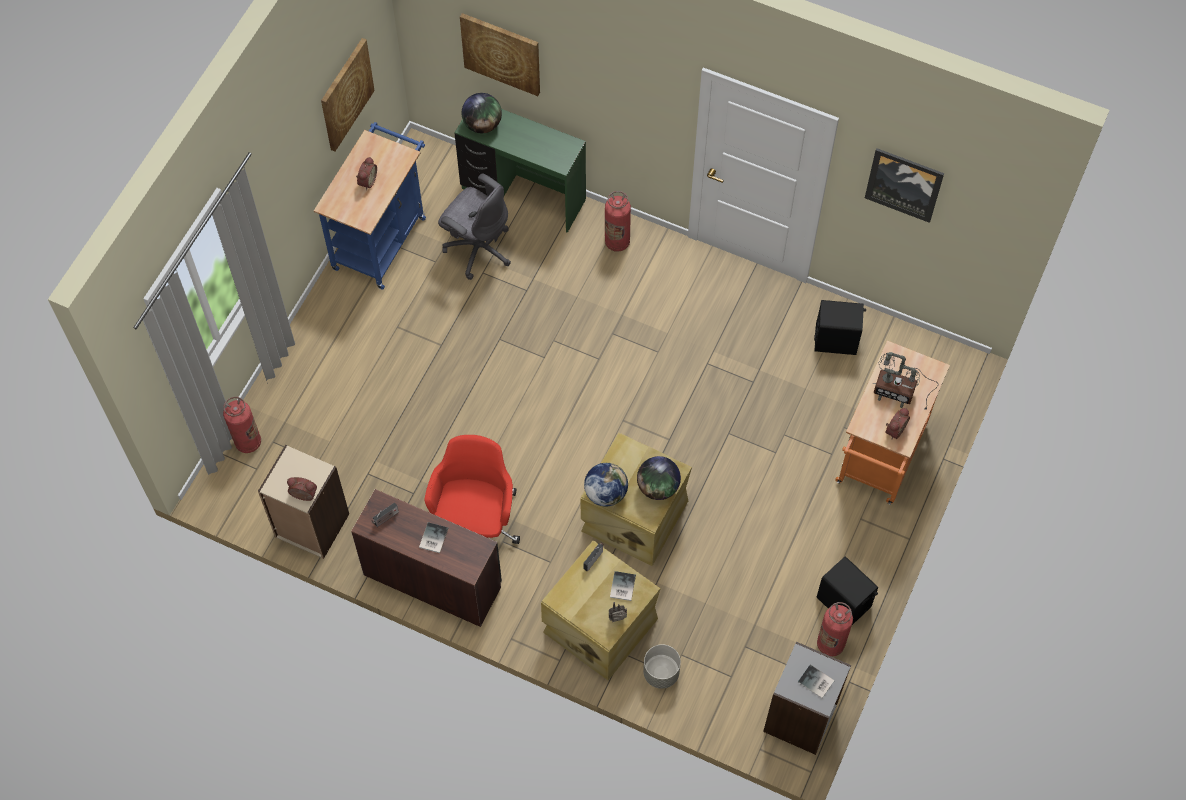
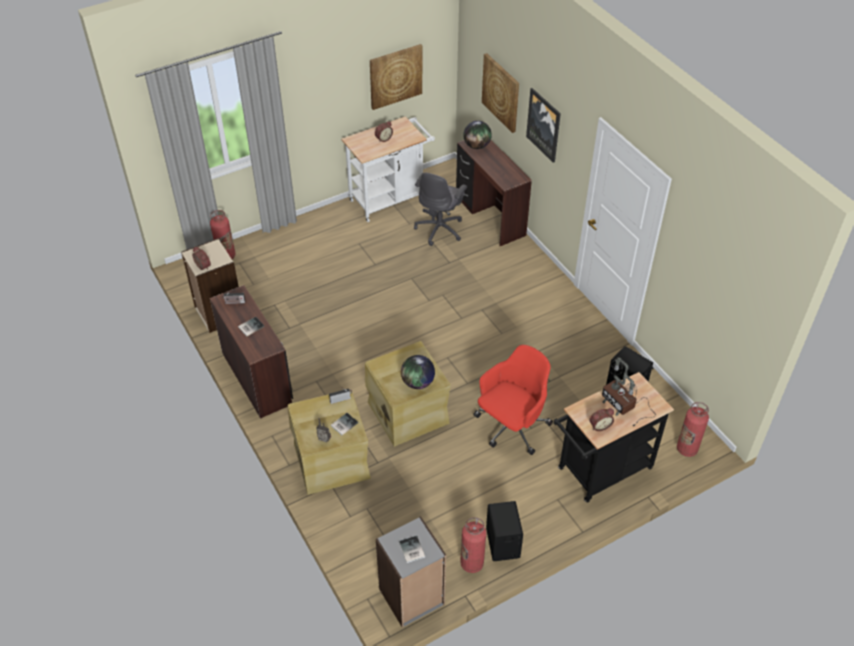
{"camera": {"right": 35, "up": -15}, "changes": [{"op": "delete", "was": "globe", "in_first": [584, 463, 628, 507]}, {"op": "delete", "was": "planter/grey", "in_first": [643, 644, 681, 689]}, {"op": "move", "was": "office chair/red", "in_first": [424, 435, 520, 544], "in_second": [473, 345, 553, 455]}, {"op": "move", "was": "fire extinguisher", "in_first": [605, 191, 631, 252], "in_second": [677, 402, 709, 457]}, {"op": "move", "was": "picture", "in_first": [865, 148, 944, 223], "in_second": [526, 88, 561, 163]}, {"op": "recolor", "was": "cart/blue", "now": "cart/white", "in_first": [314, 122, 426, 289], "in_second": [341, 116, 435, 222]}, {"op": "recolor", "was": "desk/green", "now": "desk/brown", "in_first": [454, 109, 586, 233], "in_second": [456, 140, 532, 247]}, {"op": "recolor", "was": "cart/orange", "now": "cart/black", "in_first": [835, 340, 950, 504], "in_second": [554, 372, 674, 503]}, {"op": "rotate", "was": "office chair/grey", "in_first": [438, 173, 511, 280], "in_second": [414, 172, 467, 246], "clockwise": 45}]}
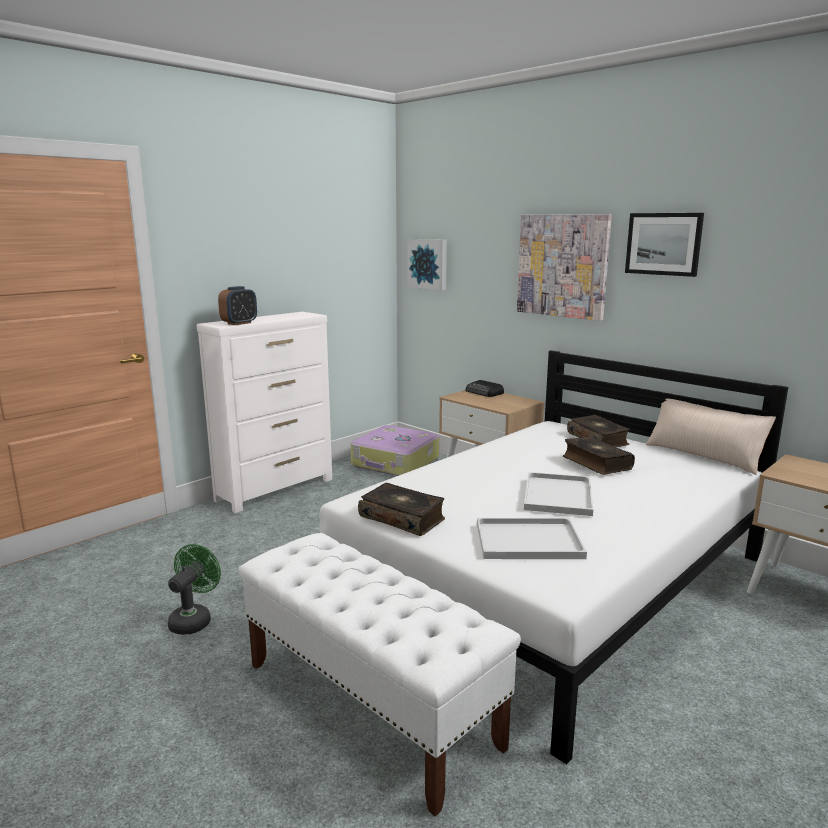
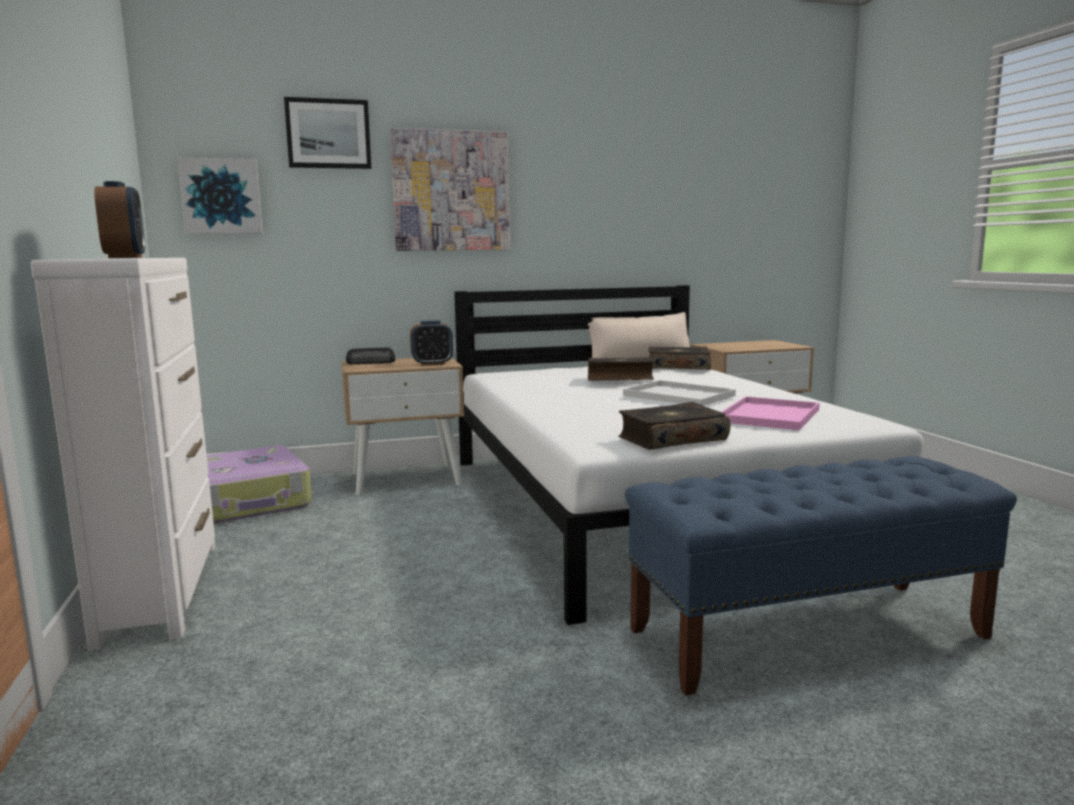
{"camera": {"right": -60, "up": -5}, "changes": [{"op": "delete", "was": "fan/green", "in_first": [168, 544, 221, 635]}, {"op": "insert", "now": "alarm clock", "in_second": [410, 320, 453, 366]}, {"op": "move", "was": "book", "in_first": [567, 415, 630, 447], "in_second": [649, 347, 711, 370]}, {"op": "move", "was": "picture", "in_first": [625, 213, 704, 277], "in_second": [284, 97, 371, 169]}, {"op": "recolor", "was": "bench/white", "now": "bench/blue", "in_first": [239, 533, 521, 817], "in_second": [625, 456, 1017, 696]}, {"op": "recolor", "was": "tray/white", "now": "tray/pink", "in_first": [477, 518, 587, 559], "in_second": [722, 396, 820, 430]}]}
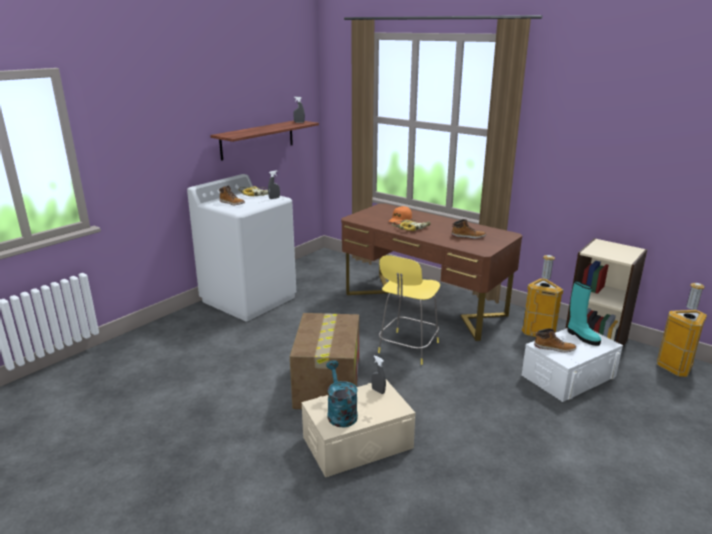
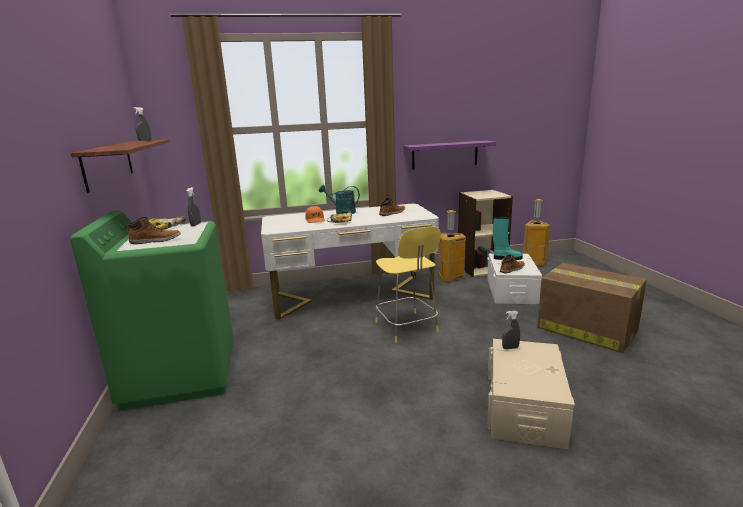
{"camera": {"right": -50, "up": -5}, "changes": [{"op": "insert", "now": "shelf/purple", "in_second": [403, 141, 496, 170]}, {"op": "move", "was": "cardboard box", "in_first": [290, 313, 359, 409], "in_second": [537, 263, 647, 353]}, {"op": "move", "was": "watering can/turquoise", "in_first": [326, 360, 358, 428], "in_second": [319, 185, 360, 214]}, {"op": "recolor", "was": "washing machine/white", "now": "washing machine/green", "in_first": [187, 174, 296, 321], "in_second": [70, 210, 234, 411]}, {"op": "recolor", "was": "desk/brown", "now": "desk/white", "in_first": [341, 203, 522, 341], "in_second": [261, 204, 439, 320]}]}
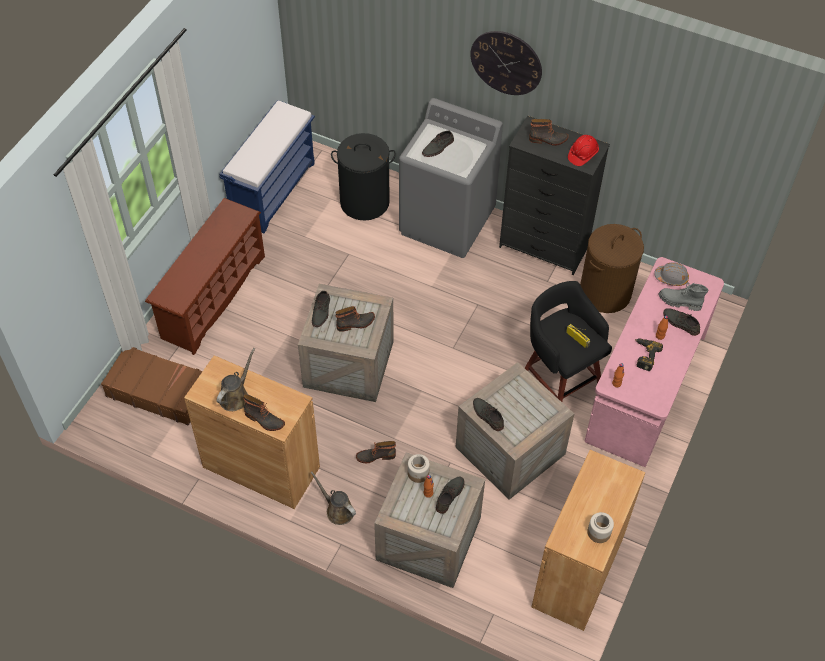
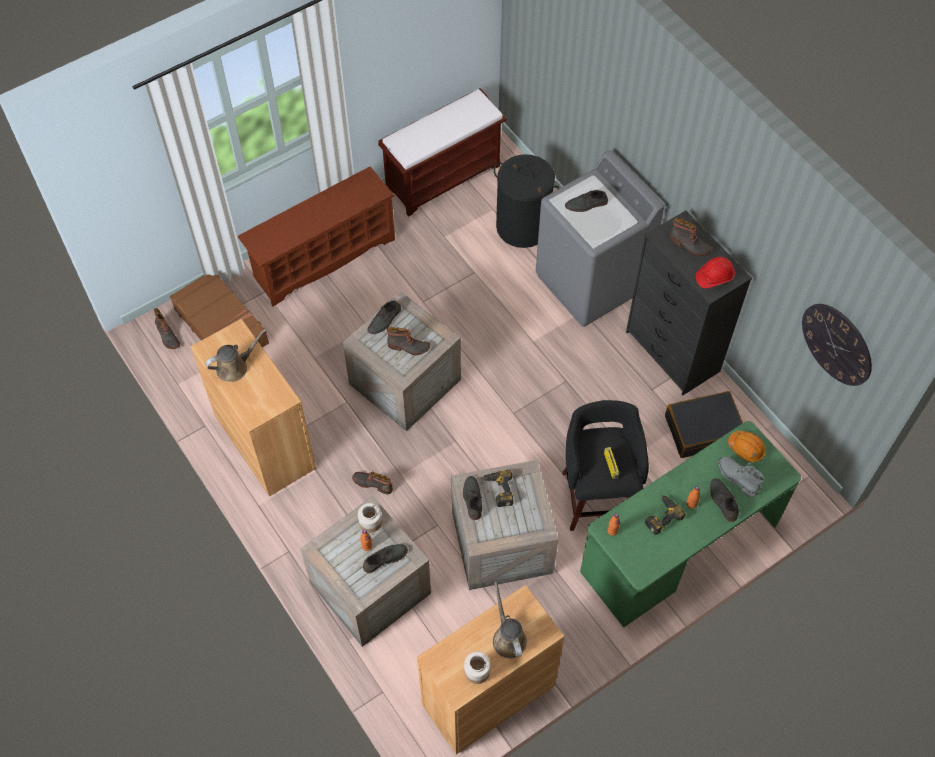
{"camera": {"right": 30, "up": 5}, "changes": [{"op": "insert", "now": "power drill", "in_second": [481, 470, 514, 507]}, {"op": "move", "was": "boot", "in_first": [243, 394, 285, 431], "in_second": [154, 308, 180, 349]}, {"op": "move", "was": "watering can/brown", "in_first": [310, 471, 356, 525], "in_second": [493, 581, 527, 658]}, {"op": "move", "was": "wall clock", "in_first": [470, 31, 542, 95], "in_second": [802, 304, 872, 386]}, {"op": "replace", "was": "laundry basket/brown", "now": "suitcase/black", "in_first": [580, 224, 644, 313], "in_second": [665, 391, 743, 458]}, {"op": "recolor", "was": "bench/blue", "now": "bench/brown", "in_first": [219, 100, 315, 233], "in_second": [378, 88, 506, 216]}, {"op": "recolor", "was": "desk/pink", "now": "desk/green", "in_first": [585, 257, 724, 467], "in_second": [580, 421, 801, 627]}, {"op": "recolor", "was": "hard hat/grey", "now": "hard hat/orange", "in_first": [654, 262, 689, 286], "in_second": [728, 431, 766, 463]}]}
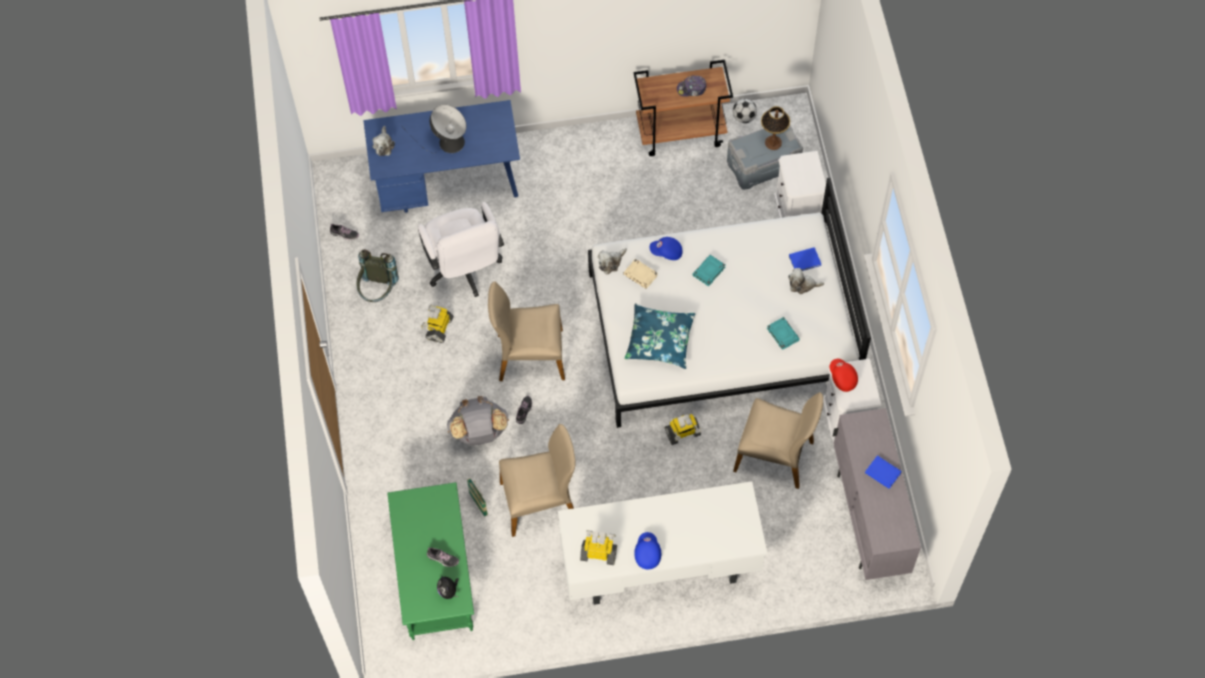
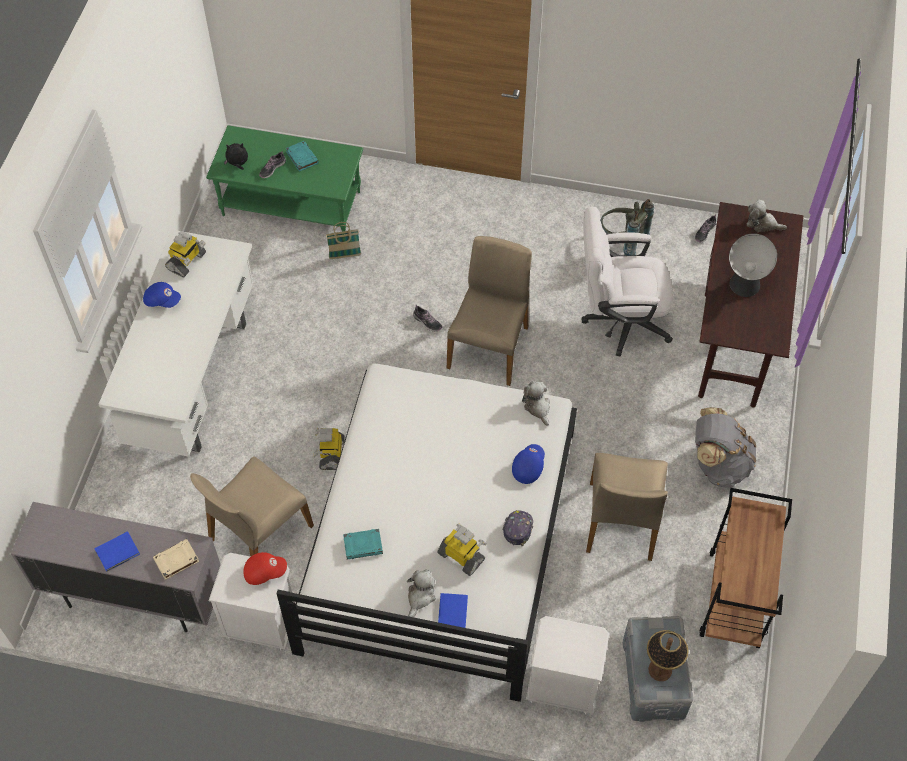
{"camera": {"right": 110, "up": -5}, "changes": [{"op": "delete", "was": "pillow/blue", "in_first": [625, 303, 696, 369]}, {"op": "delete", "was": "football", "in_first": [733, 99, 757, 123]}, {"op": "move", "was": "toy robot", "in_first": [421, 304, 454, 343], "in_second": [437, 523, 487, 576]}, {"op": "move", "was": "backpack/grey", "in_first": [447, 396, 509, 446], "in_second": [695, 407, 756, 488]}, {"op": "move", "was": "chair/beige", "in_first": [499, 424, 576, 537], "in_second": [586, 453, 668, 561]}, {"op": "move", "was": "book/beige", "in_first": [623, 259, 658, 289], "in_second": [153, 539, 199, 580]}, {"op": "move", "was": "cap", "in_first": [677, 76, 707, 96], "in_second": [503, 510, 533, 546]}, {"op": "move", "was": "book/turquoise", "in_first": [693, 255, 726, 287], "in_second": [286, 141, 319, 172]}, {"op": "recolor", "was": "desk/blue", "now": "desk/brown", "in_first": [363, 100, 520, 213], "in_second": [698, 202, 804, 408]}]}
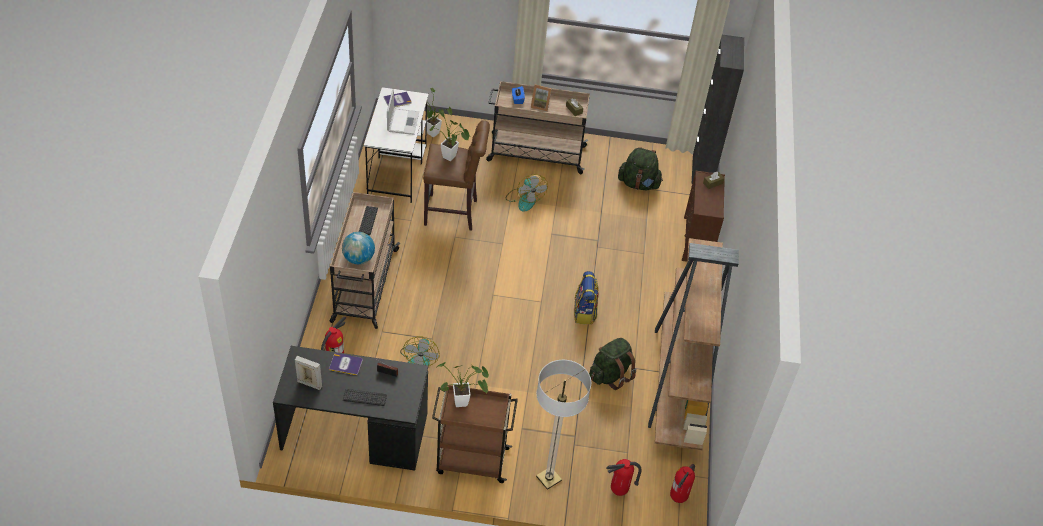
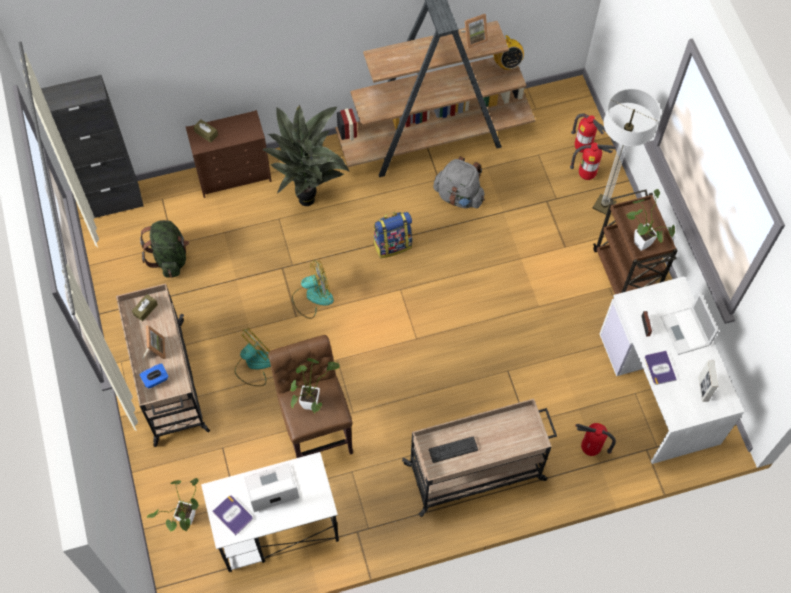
{"camera": {"right": -110, "up": 15}, "changes": [{"op": "delete", "was": "globe", "in_first": [342, 232, 375, 264]}, {"op": "insert", "now": "potted plant", "in_second": [262, 105, 350, 206]}, {"op": "insert", "now": "picture frame", "in_second": [461, 14, 488, 49]}, {"op": "insert", "now": "radio", "in_second": [494, 35, 524, 70]}, {"op": "move", "was": "fan", "in_first": [400, 336, 440, 366], "in_second": [292, 261, 334, 319]}, {"op": "move", "was": "fire extinguisher", "in_first": [670, 464, 695, 503], "in_second": [570, 142, 616, 180]}, {"op": "replace", "was": "keyboard", "now": "laptop", "in_first": [343, 389, 387, 406], "in_second": [661, 292, 719, 355]}, {"op": "recolor", "was": "desk/black", "now": "desk/white", "in_first": [273, 346, 428, 470], "in_second": [600, 276, 744, 464]}, {"op": "recolor", "was": "backpack/green", "now": "backpack/grey", "in_first": [589, 338, 636, 390], "in_second": [433, 156, 485, 208]}]}
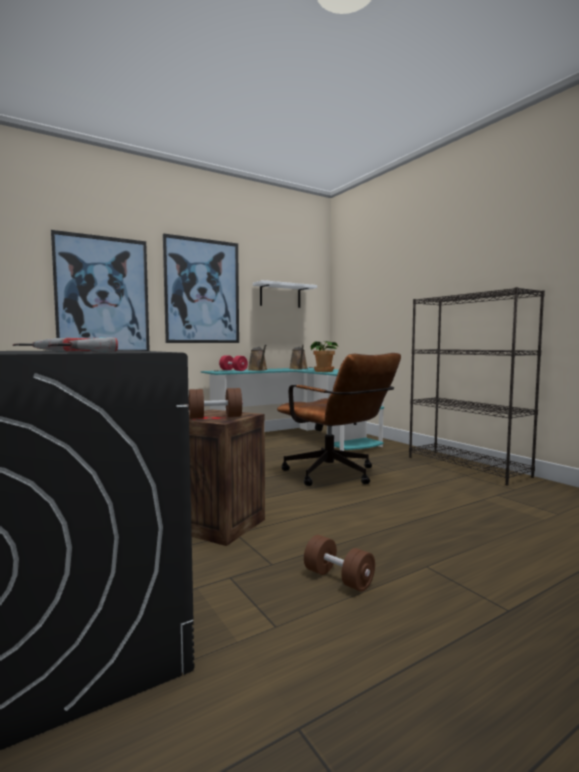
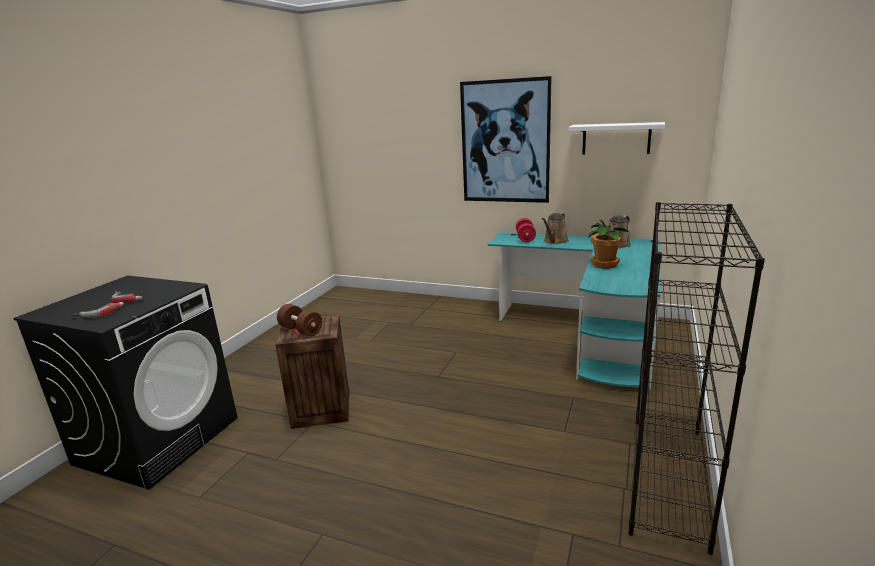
{"camera": {"right": 55, "up": 15}, "changes": [{"op": "delete", "was": "picture", "in_first": [51, 230, 150, 351]}, {"op": "delete", "was": "office chair/brown", "in_first": [277, 353, 401, 486]}, {"op": "delete", "was": "dumbbell/brown", "in_first": [304, 535, 375, 592]}]}
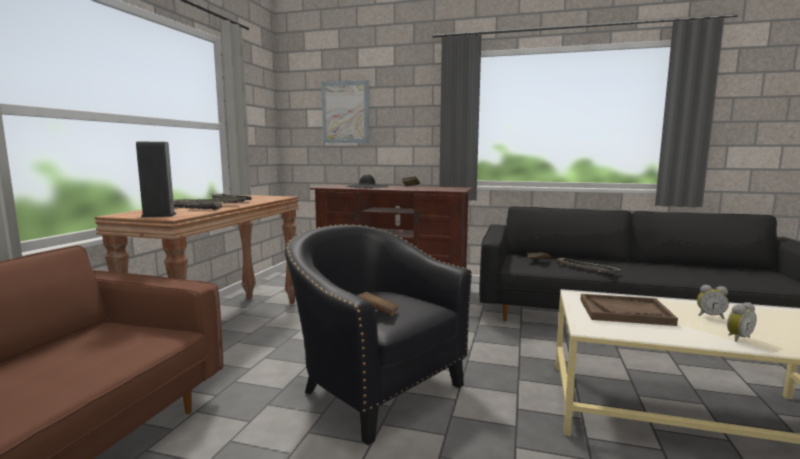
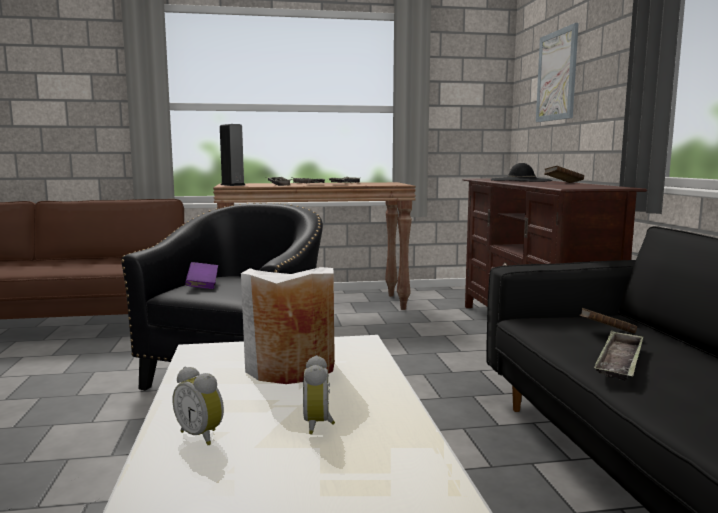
{"camera": {"right": 65, "up": 0}, "changes": [{"op": "replace", "was": "tray/brown", "now": "vase/white", "in_first": [580, 294, 678, 326], "in_second": [241, 267, 335, 384]}, {"op": "recolor", "was": "book/brown", "now": "book/purple", "in_first": [358, 292, 399, 316], "in_second": [185, 262, 218, 289]}]}
